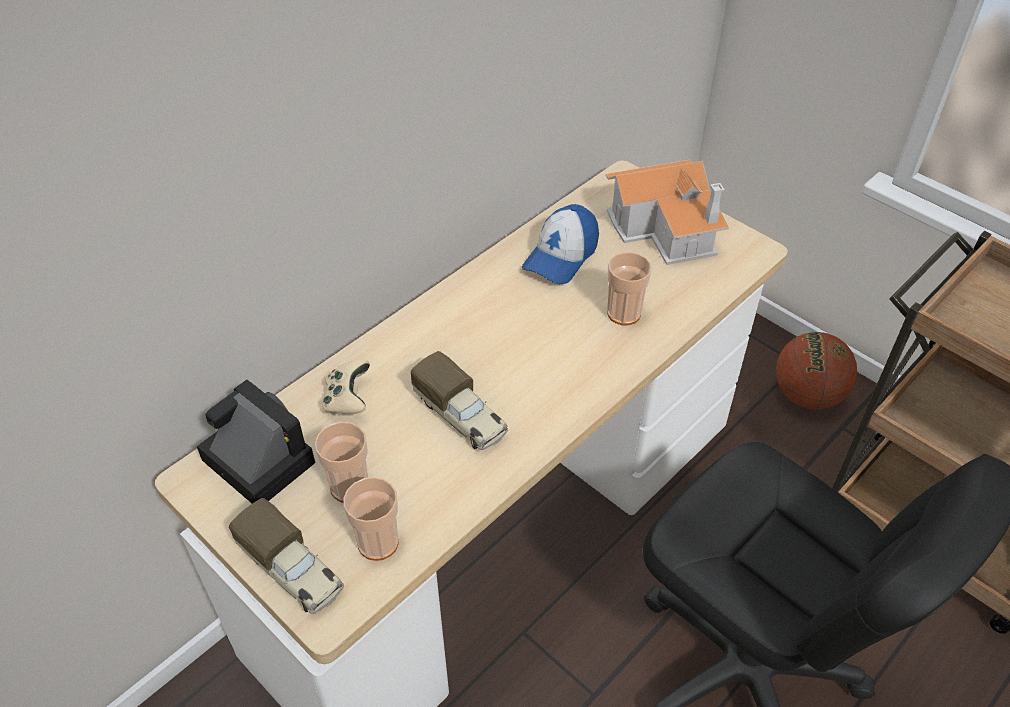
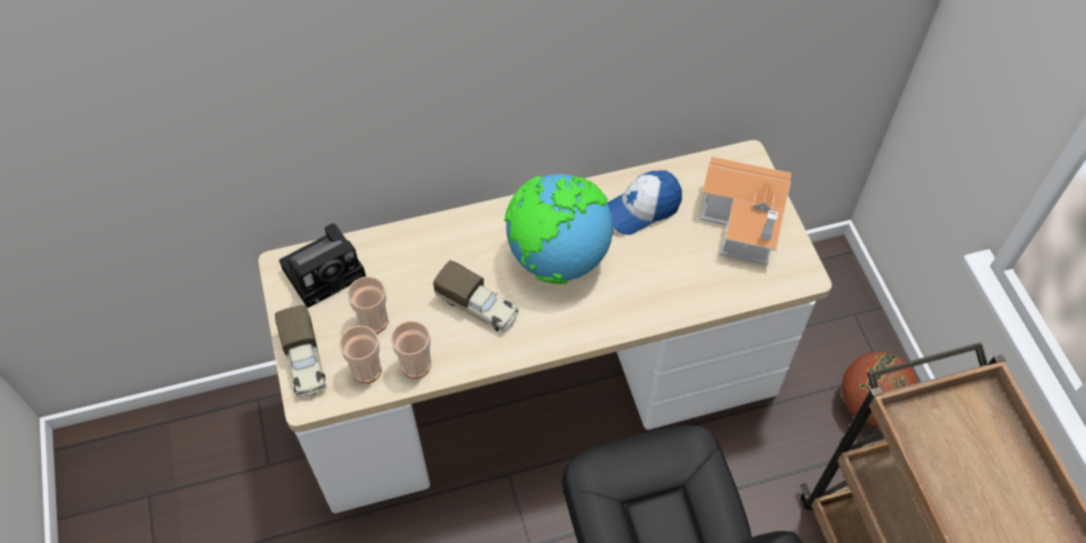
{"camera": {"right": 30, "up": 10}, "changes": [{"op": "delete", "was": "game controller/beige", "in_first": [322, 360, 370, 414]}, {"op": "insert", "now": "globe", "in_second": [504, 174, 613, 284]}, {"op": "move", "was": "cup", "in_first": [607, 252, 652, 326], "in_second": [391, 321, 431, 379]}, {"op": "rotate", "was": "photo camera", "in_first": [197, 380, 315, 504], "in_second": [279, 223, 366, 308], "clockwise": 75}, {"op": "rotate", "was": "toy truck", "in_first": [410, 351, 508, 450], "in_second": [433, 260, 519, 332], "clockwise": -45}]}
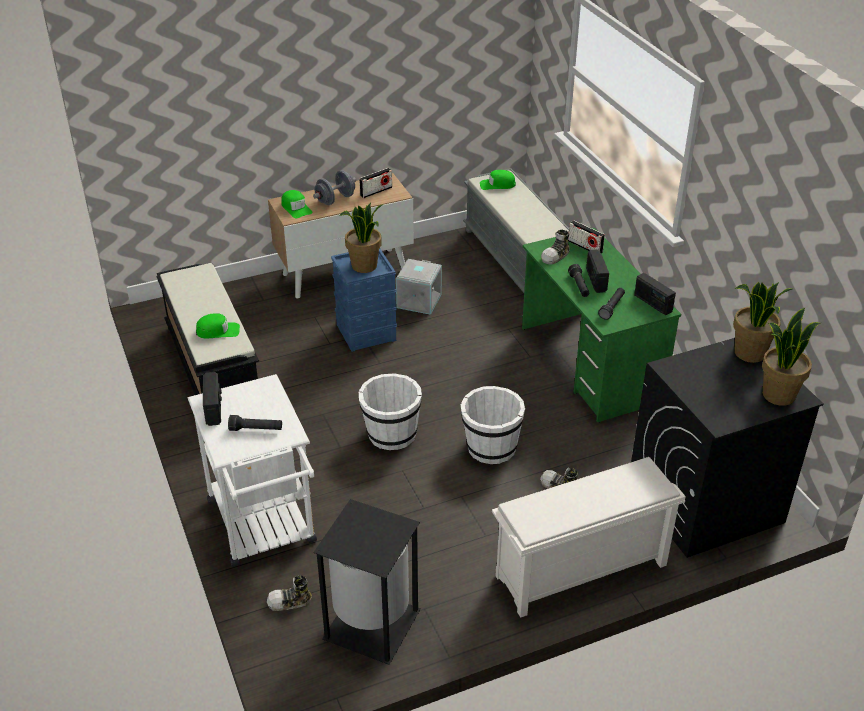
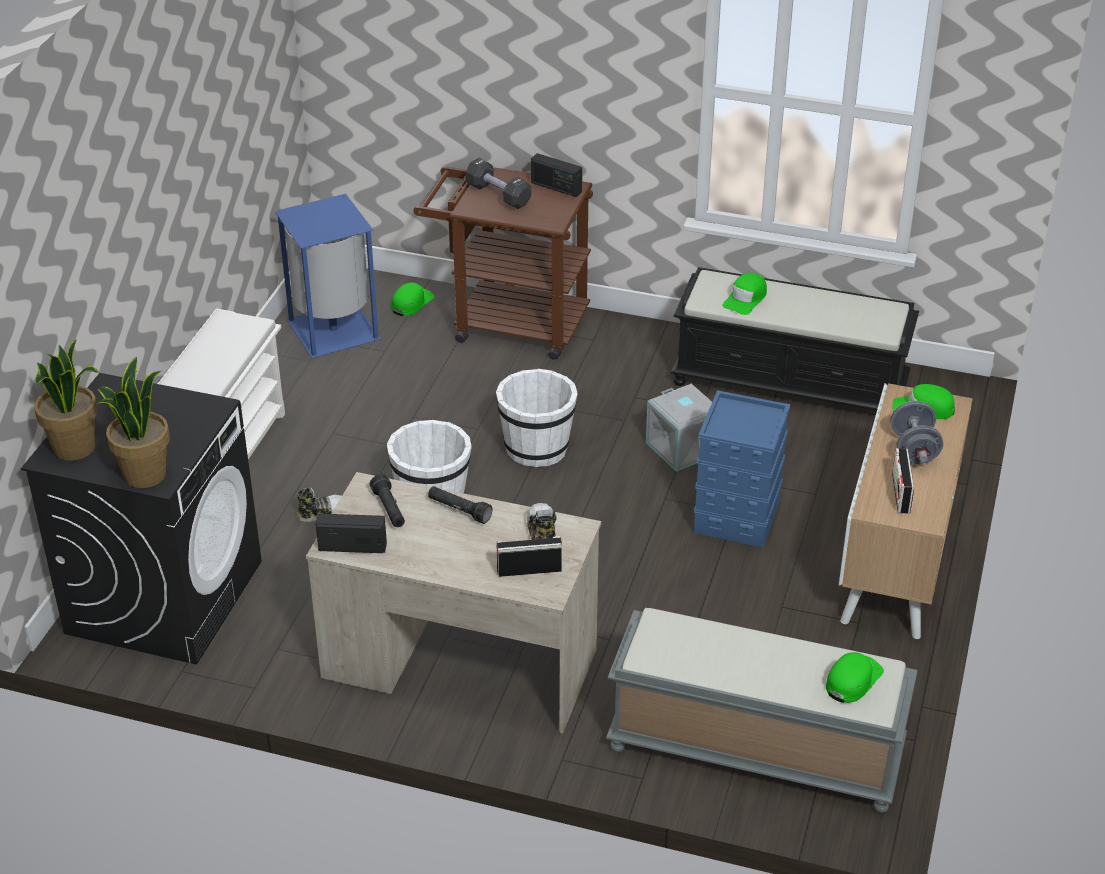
{"camera": {"right": 130, "up": 0}, "changes": [{"op": "delete", "was": "potted plant", "in_first": [339, 202, 382, 273]}, {"op": "delete", "was": "radio", "in_first": [586, 249, 609, 293]}, {"op": "move", "was": "storage box/grey", "in_first": [396, 259, 442, 315], "in_second": [646, 384, 712, 472]}, {"op": "replace", "was": "flashlight/black", "now": "dumbbell/black", "in_first": [228, 415, 282, 431], "in_second": [466, 158, 531, 209]}, {"op": "replace", "was": "shoe", "now": "cap/green", "in_first": [267, 575, 312, 611], "in_second": [392, 282, 435, 316]}, {"op": "recolor", "was": "cart/white", "now": "cart/brown", "in_first": [188, 374, 317, 567], "in_second": [413, 166, 593, 360]}, {"op": "recolor", "was": "trash can/black", "now": "trash can/blue", "in_first": [313, 499, 421, 665], "in_second": [275, 194, 381, 358]}, {"op": "recolor", "was": "desk/green", "now": "desk/beige", "in_first": [522, 228, 681, 422], "in_second": [306, 472, 601, 733]}]}
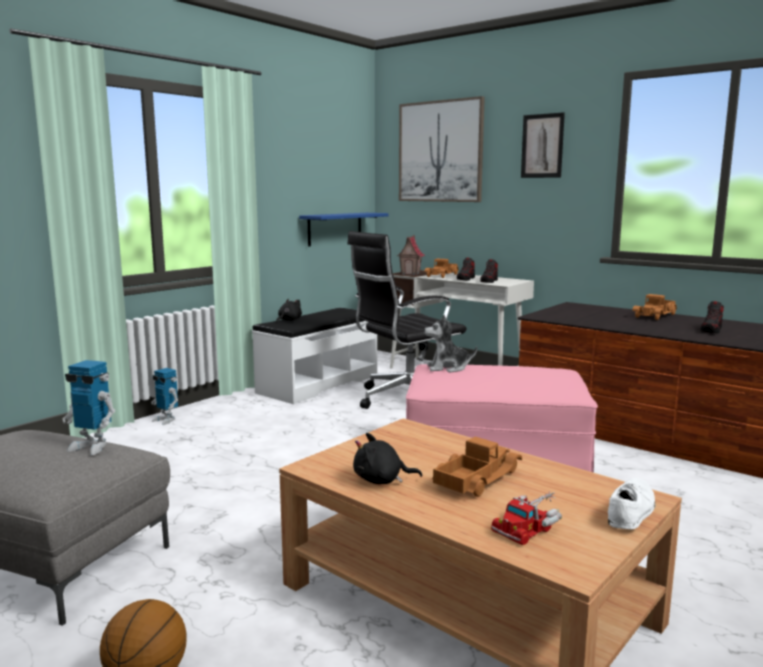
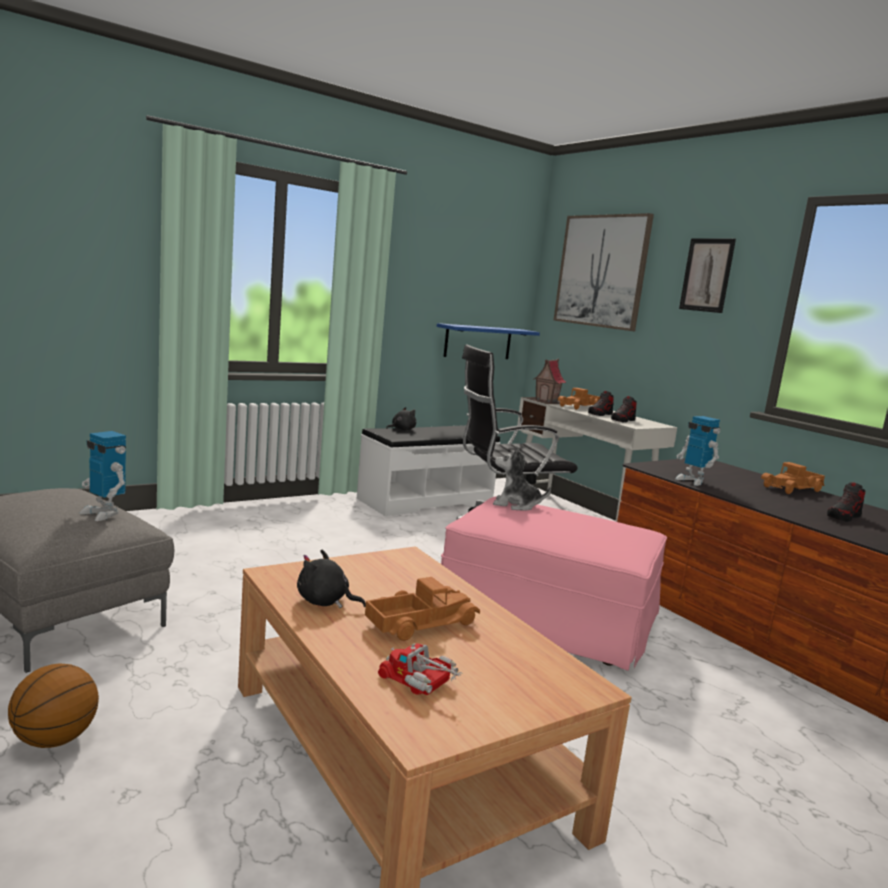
{"camera": {"right": 15, "up": 0}, "changes": [{"op": "delete", "was": "shoe/white", "in_first": [608, 478, 655, 529]}, {"op": "move", "was": "toy robot", "in_first": [151, 368, 178, 425], "in_second": [675, 416, 720, 486]}, {"op": "rotate", "was": "toy truck", "in_first": [491, 491, 562, 545], "in_second": [378, 643, 463, 695], "clockwise": 60}]}
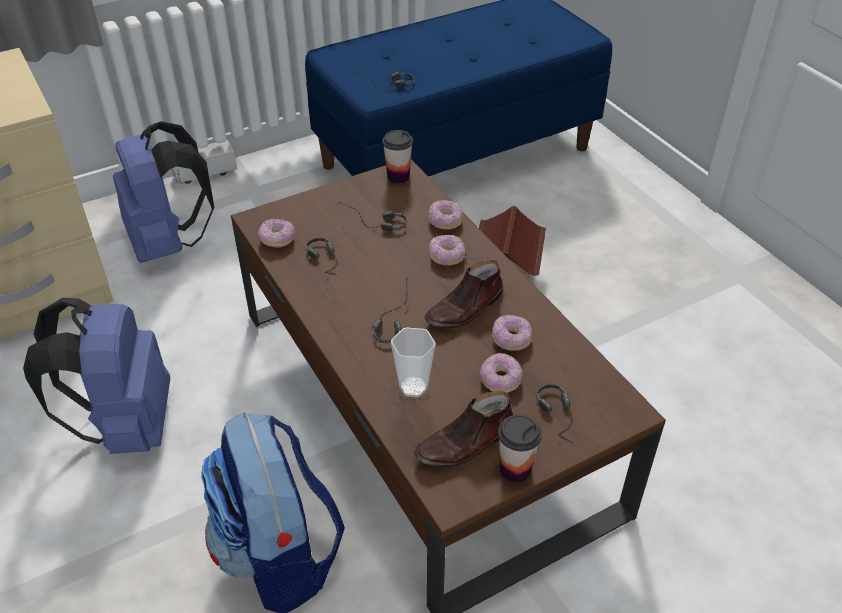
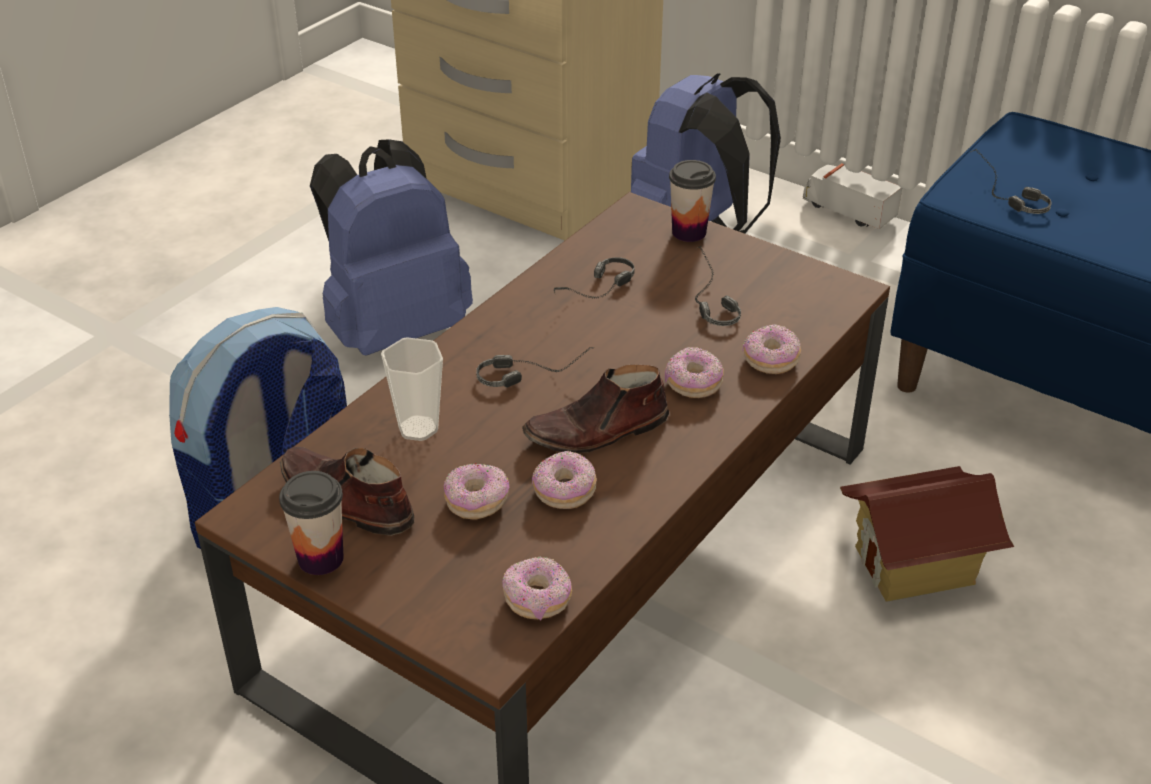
{"camera": {"right": 65, "up": -5}, "changes": [{"op": "delete", "was": "headphones", "in_first": [537, 384, 576, 447]}, {"op": "move", "was": "donut", "in_first": [258, 219, 295, 247], "in_second": [502, 557, 572, 620]}, {"op": "move", "was": "cup", "in_first": [382, 130, 413, 184], "in_second": [669, 160, 716, 242]}, {"op": "rotate", "was": "shoe/brown", "in_first": [424, 260, 503, 328], "in_second": [522, 364, 669, 453], "clockwise": -45}]}
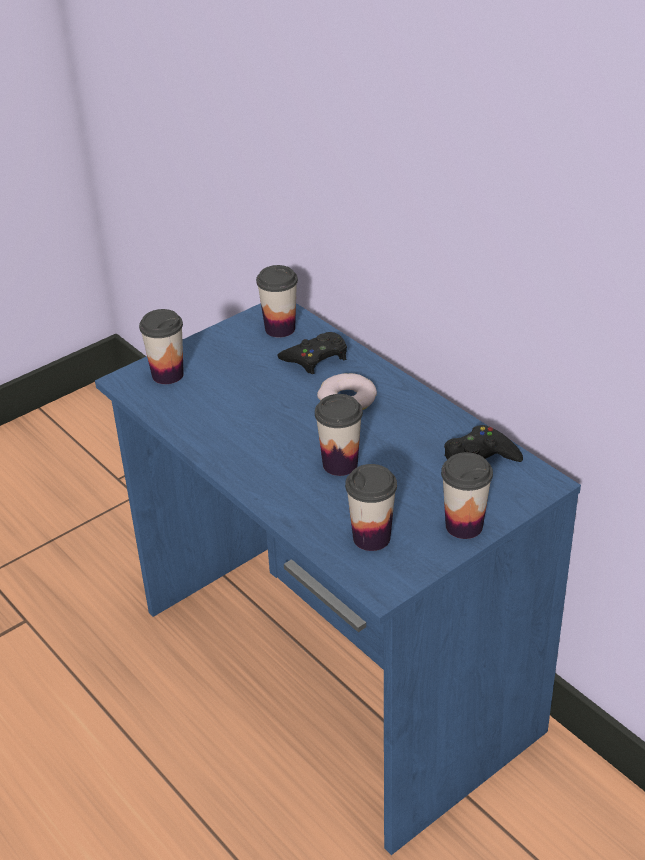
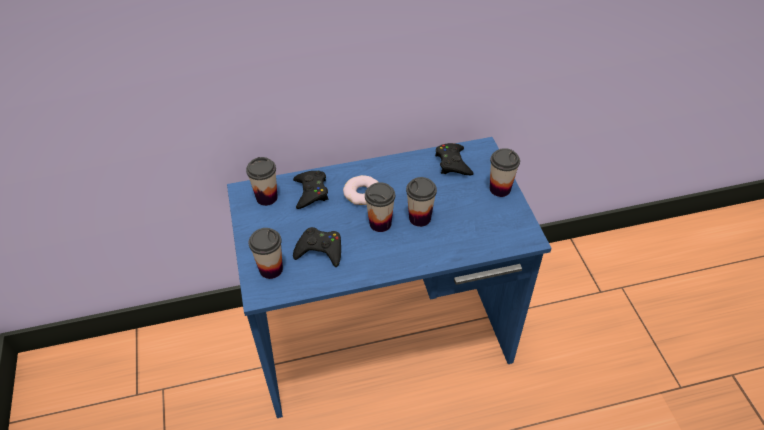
{"camera": {"right": -65, "up": 10}, "changes": [{"op": "insert", "now": "game controller/black", "in_second": [293, 227, 341, 267]}, {"op": "move", "was": "cup", "in_first": [345, 464, 397, 551], "in_second": [365, 182, 395, 232]}]}
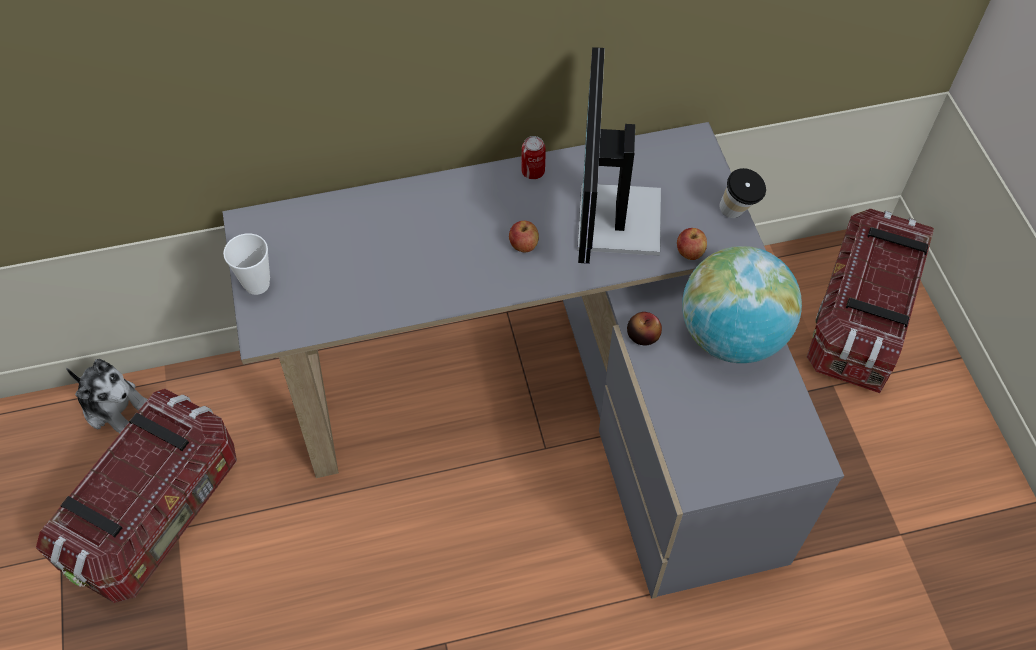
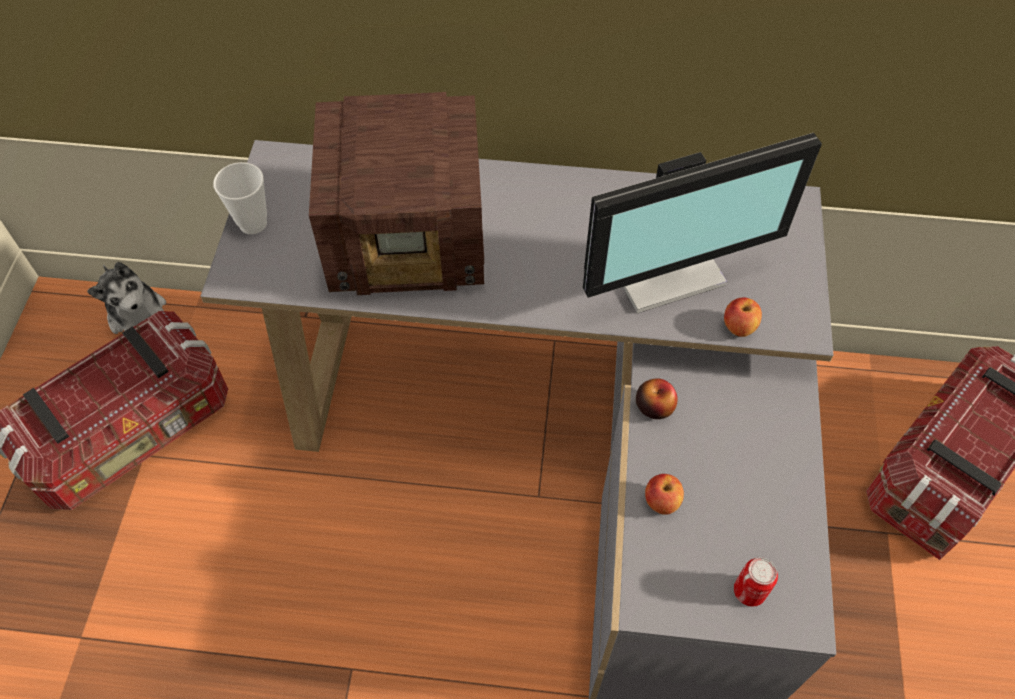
{"camera": {"right": 20, "up": 0}, "changes": [{"op": "delete", "was": "globe", "in_first": [682, 246, 802, 363]}, {"op": "delete", "was": "cup", "in_first": [719, 168, 766, 218]}, {"op": "insert", "now": "radio", "in_second": [309, 92, 484, 295]}, {"op": "move", "was": "apple", "in_first": [509, 221, 539, 252], "in_second": [645, 474, 684, 515]}, {"op": "move", "was": "can", "in_first": [521, 136, 546, 179], "in_second": [734, 558, 778, 607]}, {"op": "rotate", "was": "monitor", "in_first": [577, 47, 661, 264], "in_second": [583, 133, 822, 313], "clockwise": -135}]}
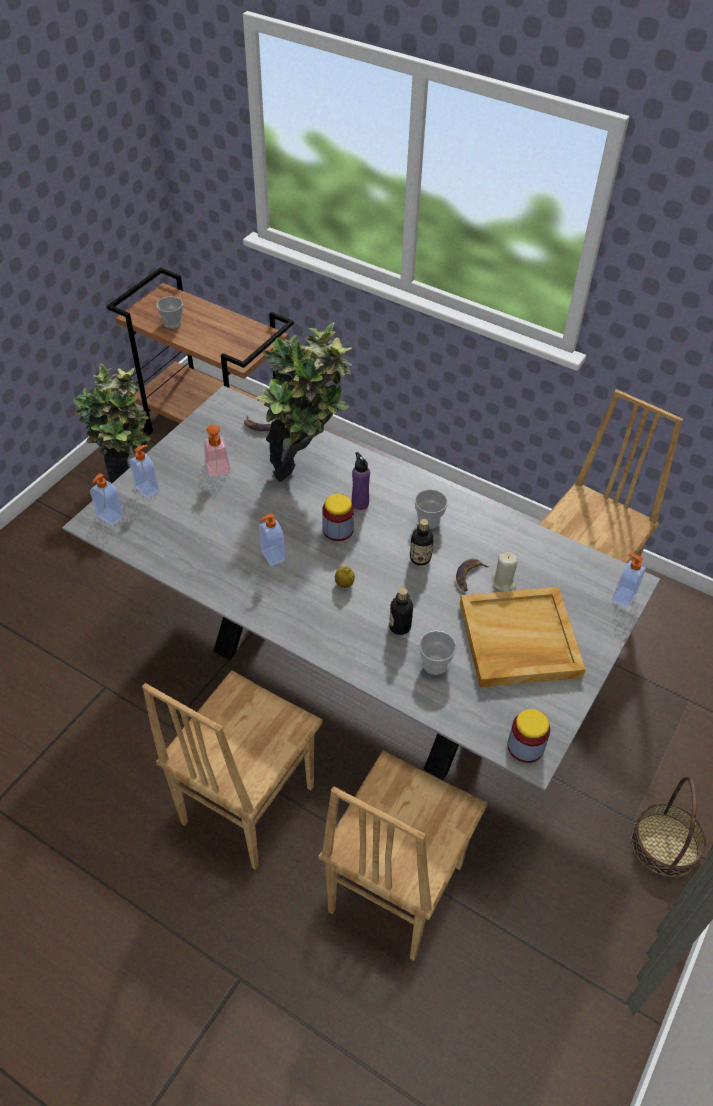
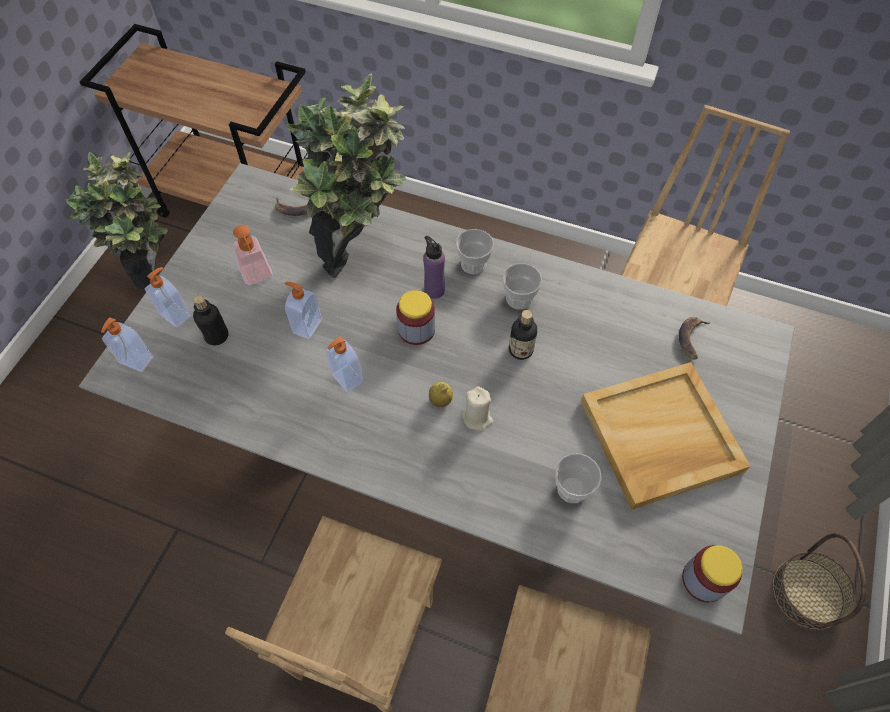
{"camera": {"right": -10, "up": 10}, "changes": [{"op": "move", "was": "cup", "in_first": [156, 297, 183, 329], "in_second": [455, 229, 494, 275]}, {"op": "move", "was": "bottle", "in_first": [389, 588, 413, 635], "in_second": [193, 295, 229, 345]}, {"op": "move", "was": "banana", "in_first": [456, 559, 490, 591], "in_second": [679, 317, 711, 360]}, {"op": "move", "was": "candle/beige", "in_first": [492, 552, 518, 592], "in_second": [462, 386, 493, 431]}, {"op": "move", "was": "soap dispenser", "in_first": [612, 553, 646, 608], "in_second": [285, 282, 322, 339]}]}
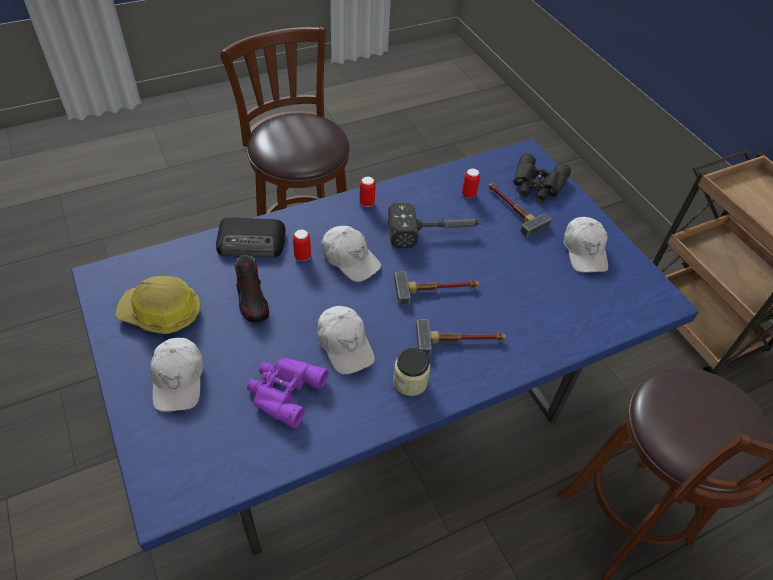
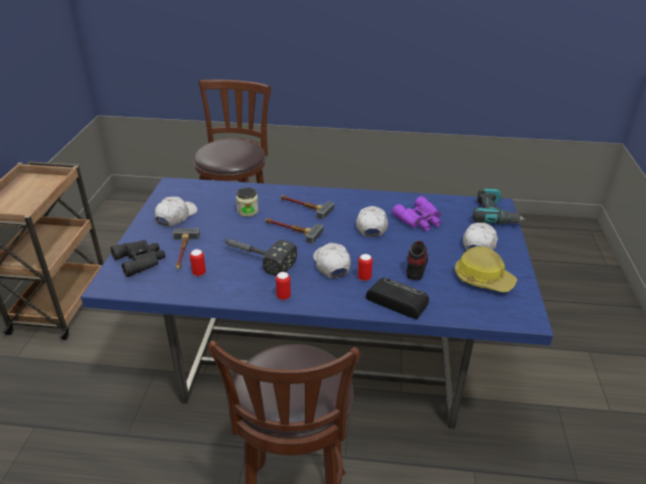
{"camera": {"right": -145, "up": -15}, "changes": [{"op": "insert", "now": "power drill", "in_second": [473, 188, 525, 224]}, {"op": "move", "was": "jar", "in_first": [393, 348, 430, 396], "in_second": [236, 187, 259, 217]}]}
